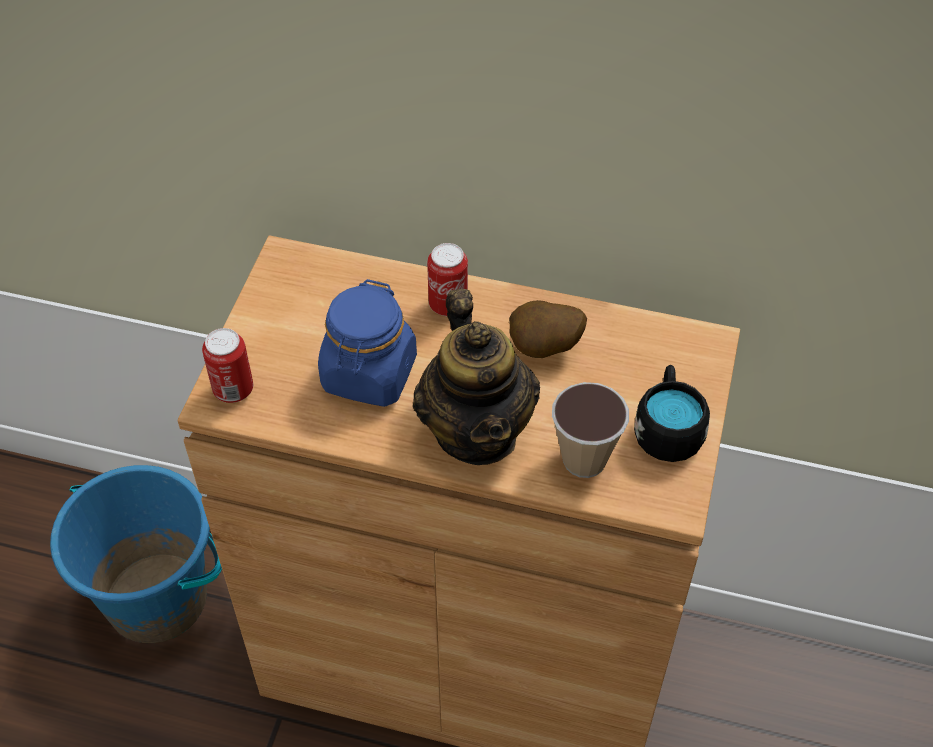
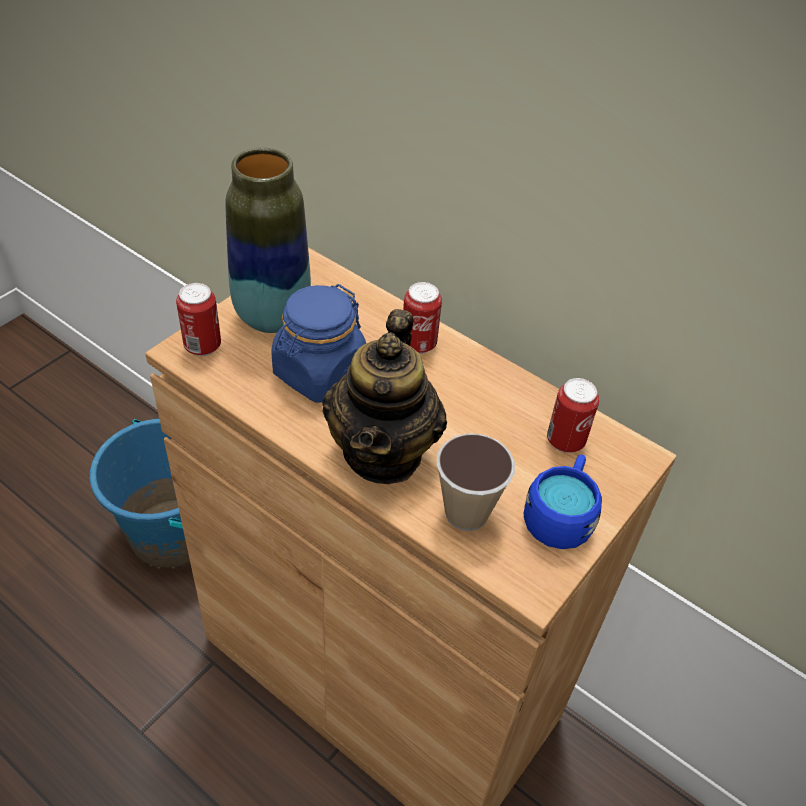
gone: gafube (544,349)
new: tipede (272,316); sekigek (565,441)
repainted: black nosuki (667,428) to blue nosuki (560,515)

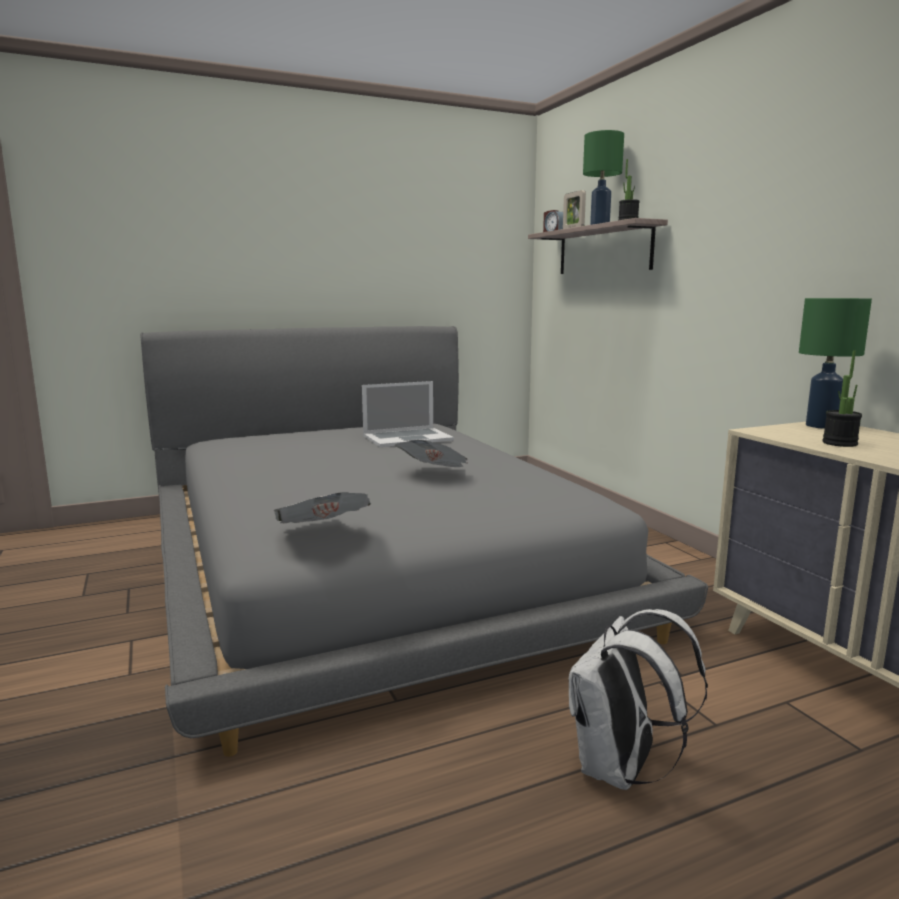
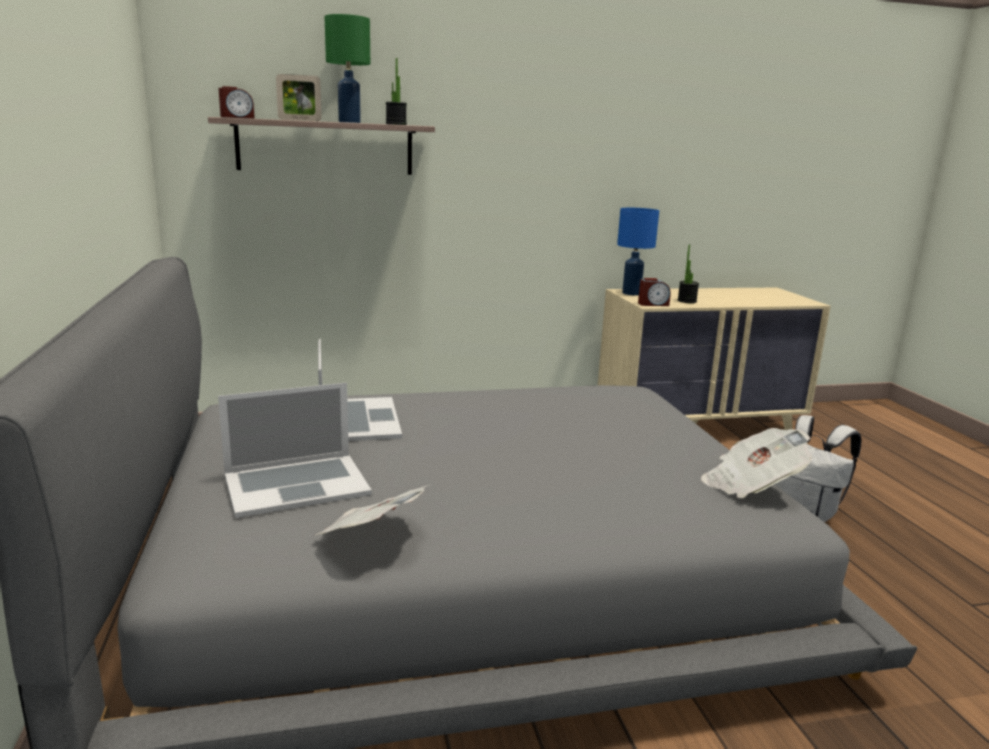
new: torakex (296,484); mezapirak (653,304)
shifted: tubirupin (434,474) to (372,537)
repainted: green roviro (820,426) to blue roviro (631,293)

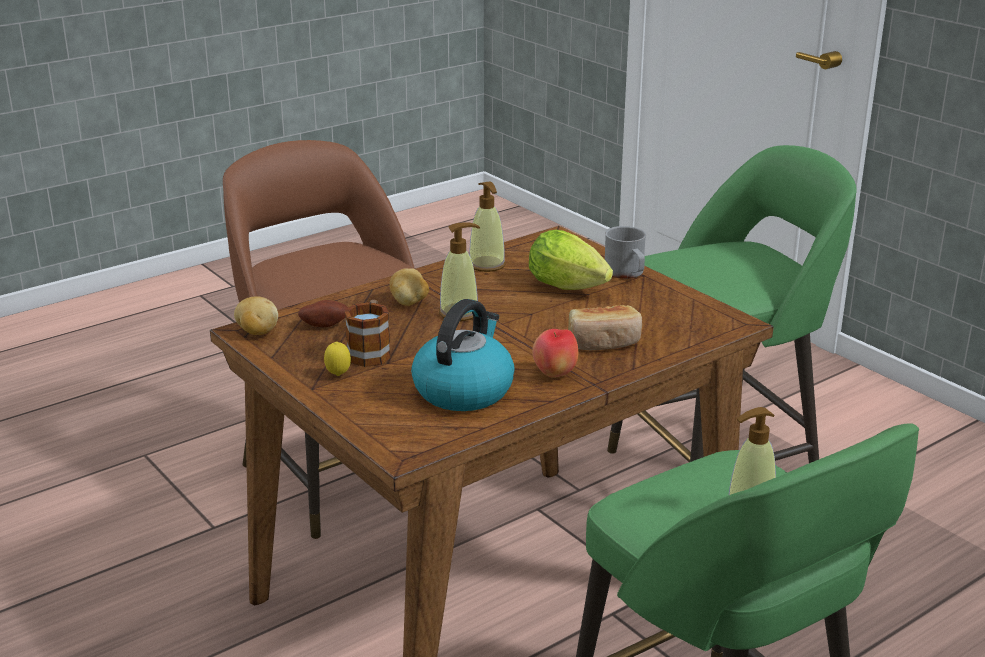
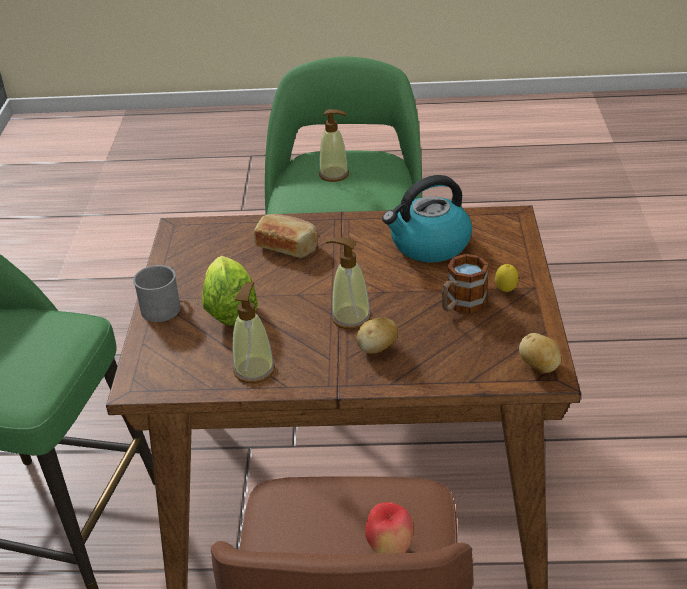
gone: gafube (325,325)
shifted: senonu (554,374) to (390,548)

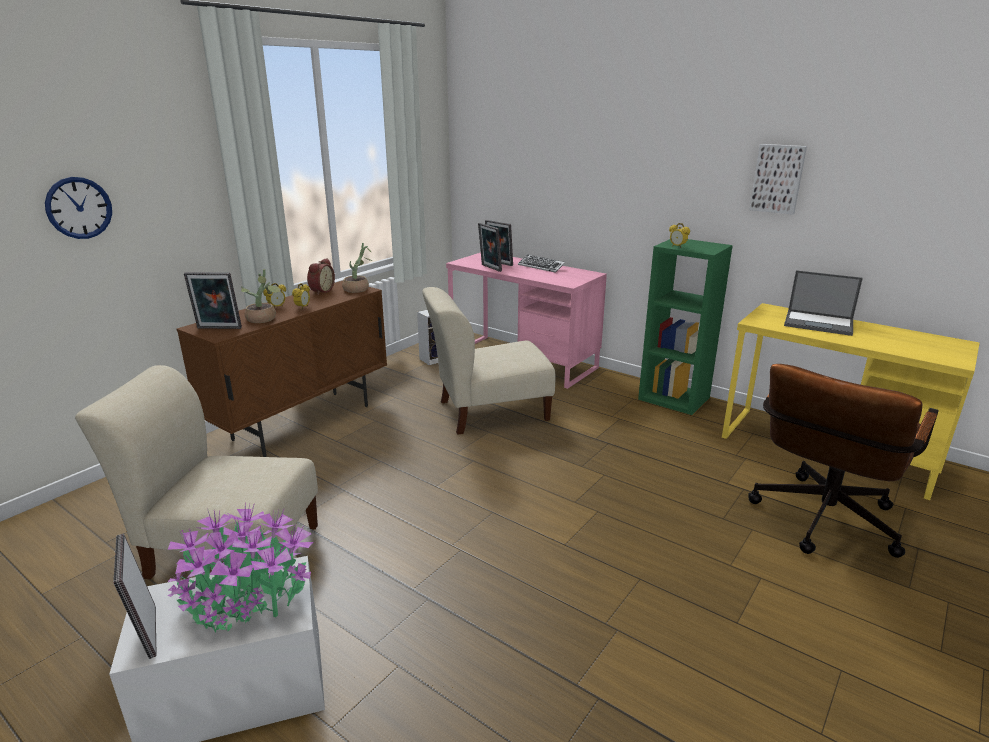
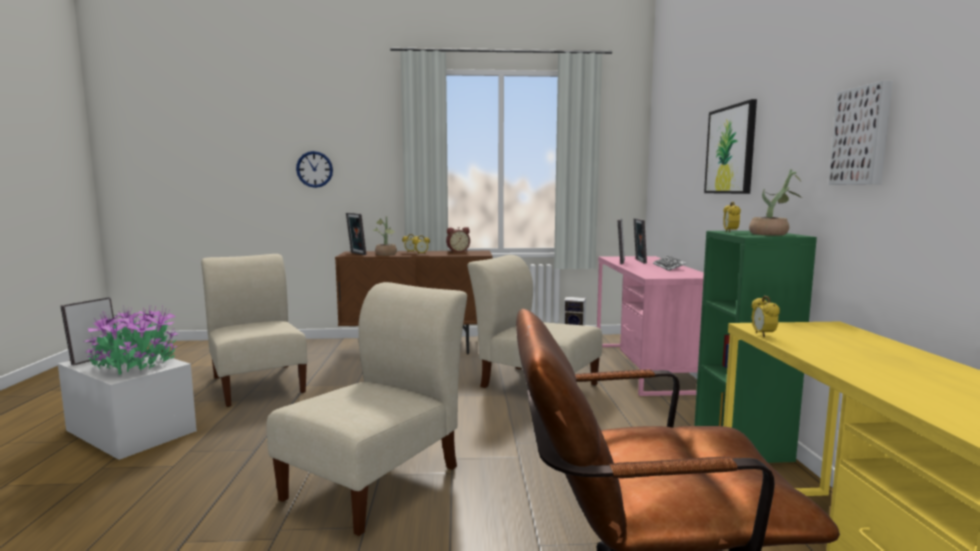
gone: torakex (819,323)
new: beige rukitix (378,479); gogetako (730,150); mezapirak (763,335)
shifted: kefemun (359,289) to (773,234)

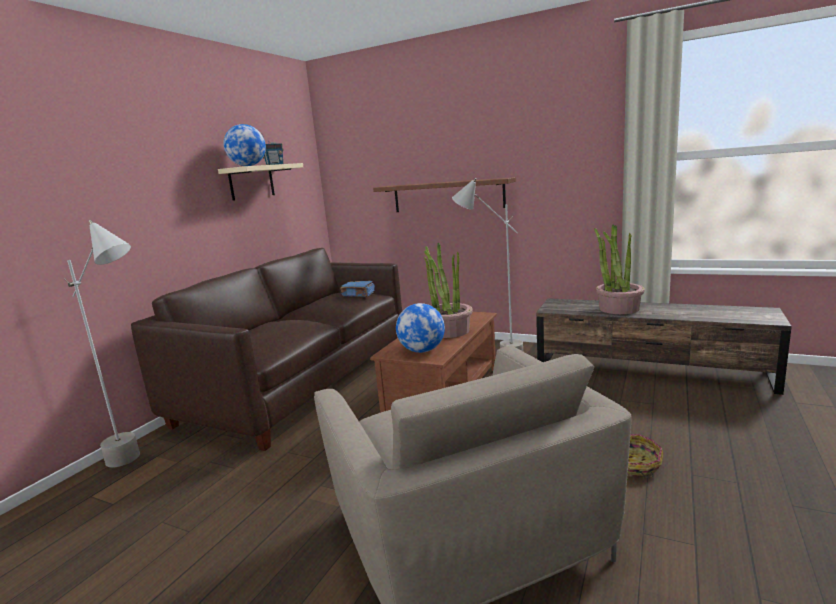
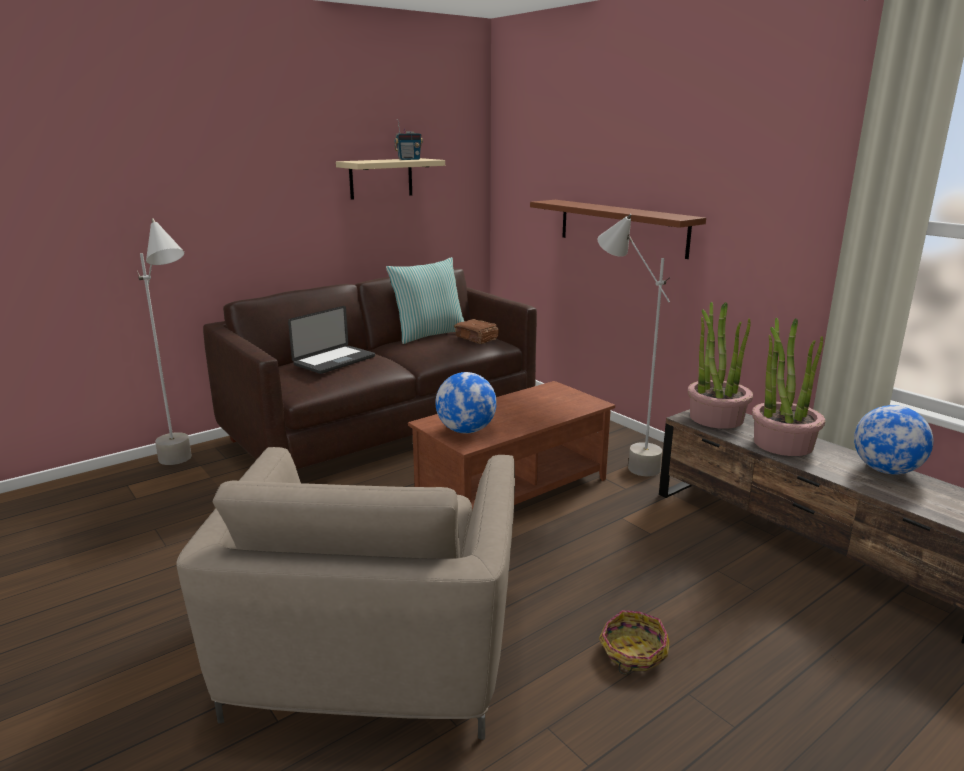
new: torakex (334,361); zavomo (429,334)
shifted: kefemun (449,331) to (716,418); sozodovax (248,166) to (885,470)
repainted: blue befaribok (358,295) to brown befaribok (476,338)

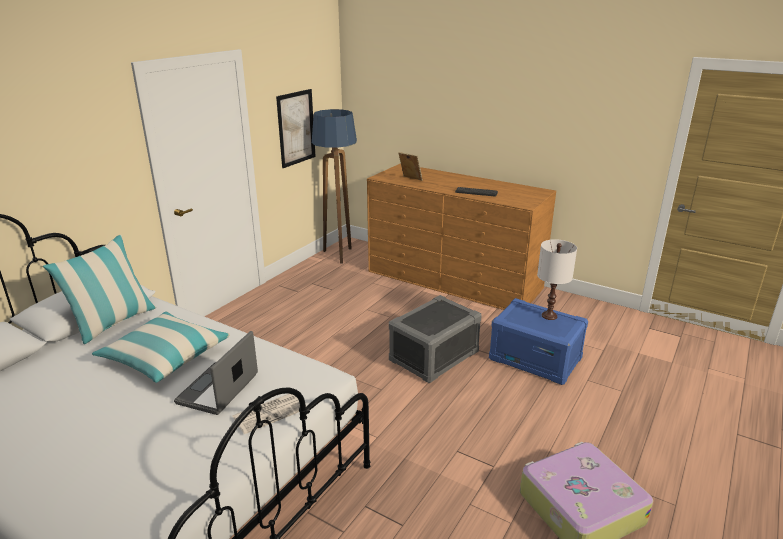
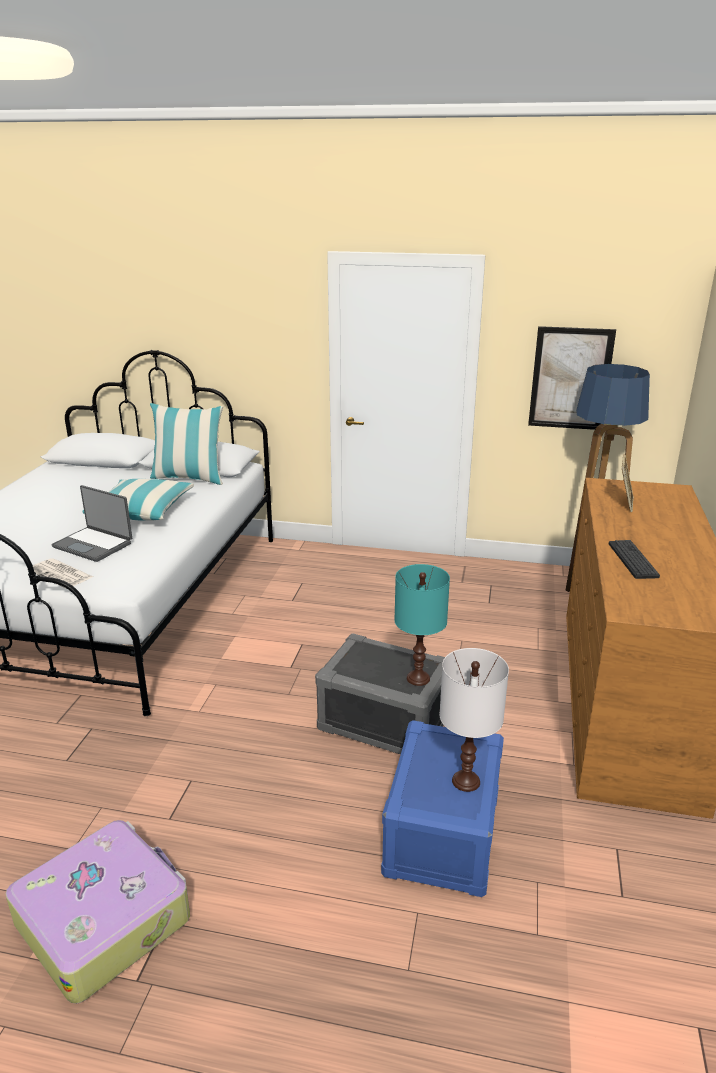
new: turquoise roviro (418,678)
rotated: torakex (219,390) = (94,545) 150 degrees counterclockwise

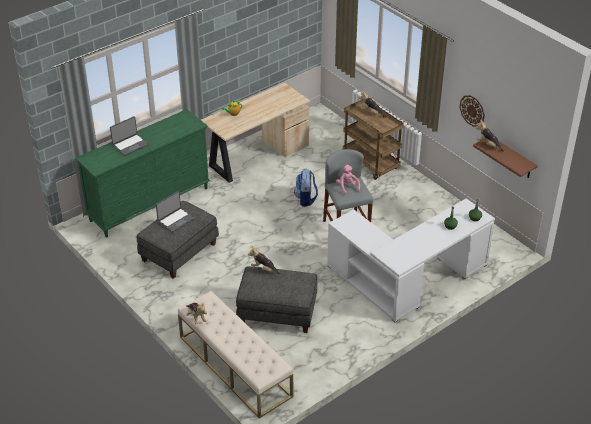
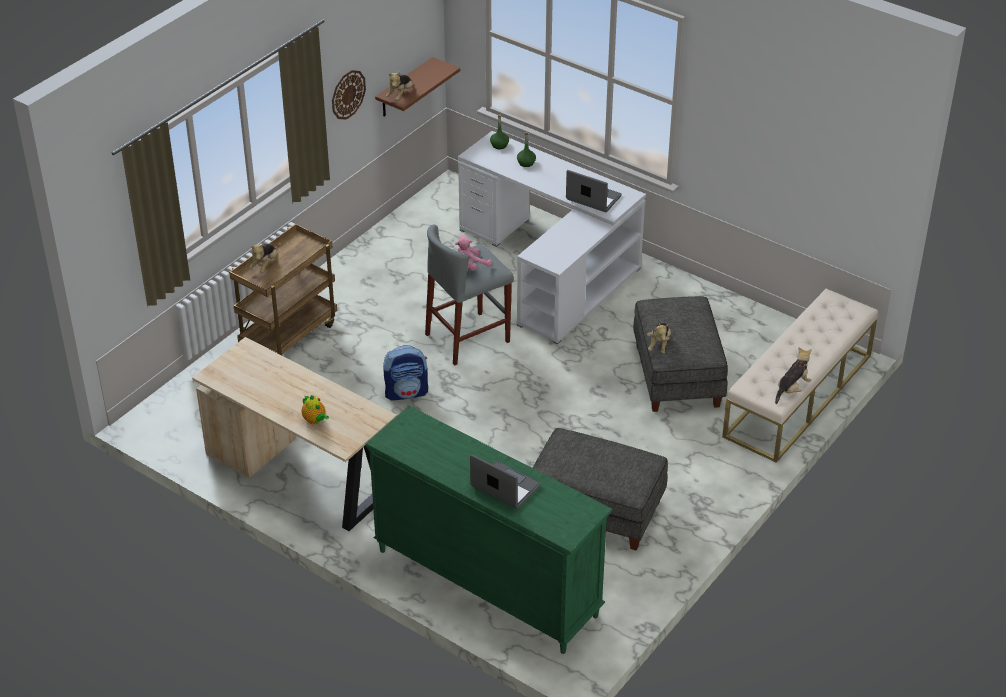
shifted: torakex (176,220) to (593,198)

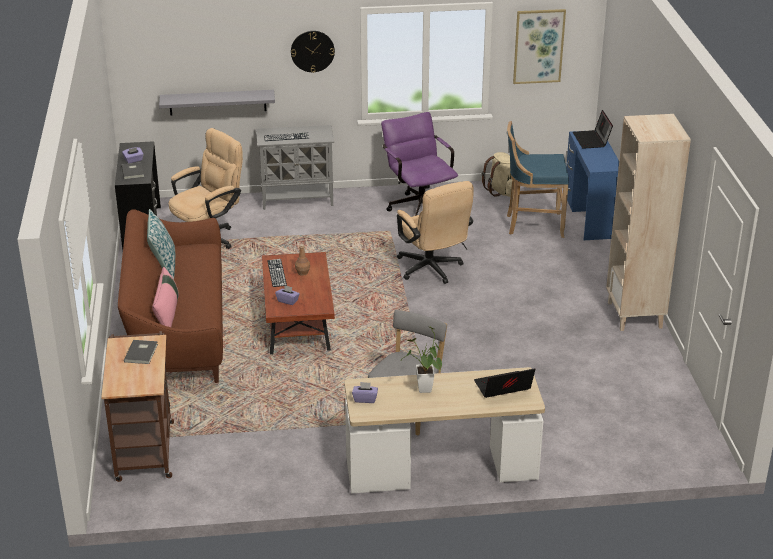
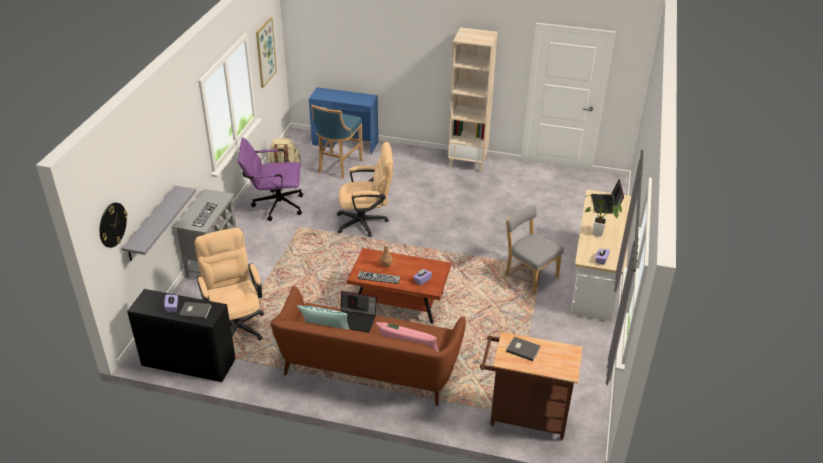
shifted: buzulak (312,51) to (112,224); torakex (592,140) to (356,320)

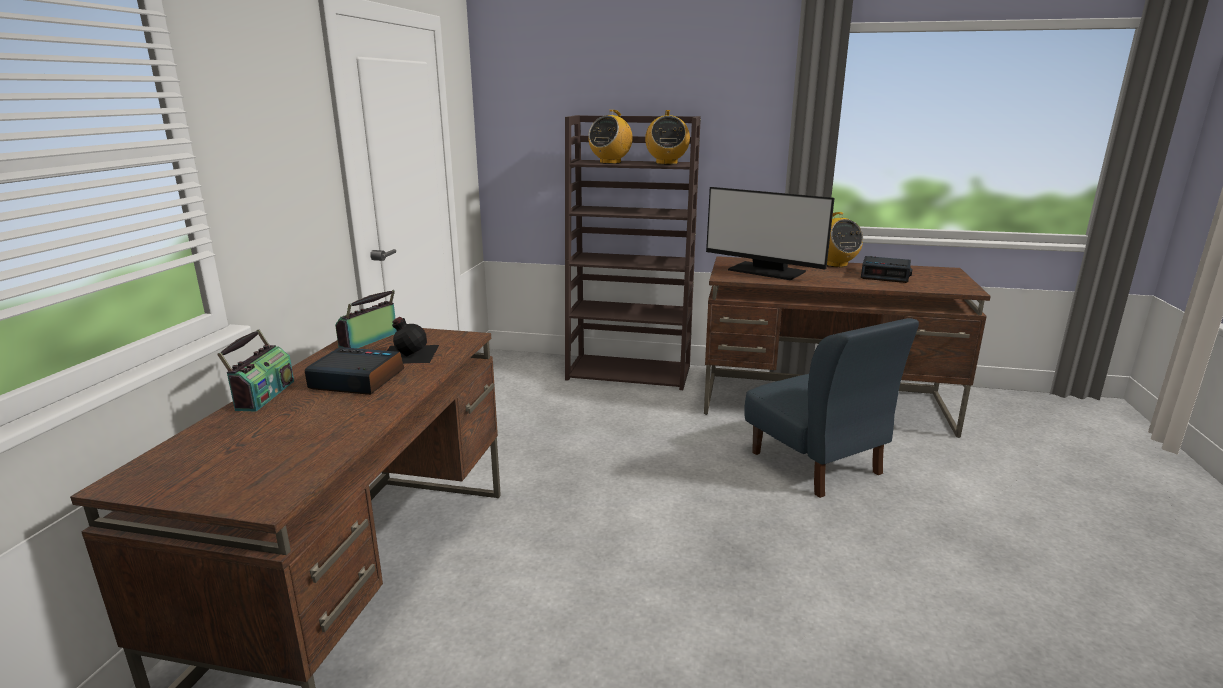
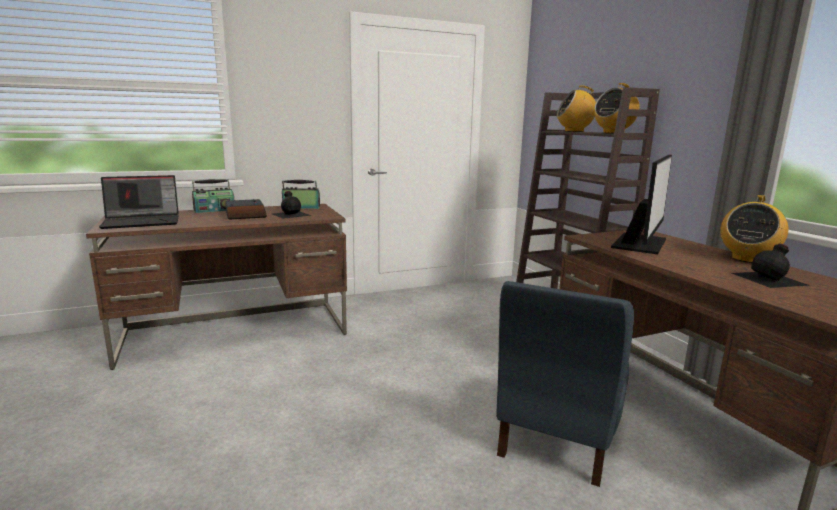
new: torakex (143,221)
swapped: mezapirak (885,275) to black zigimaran (770,279)
rotated: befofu (766,271) = (641,243) 150 degrees counterclockwise

